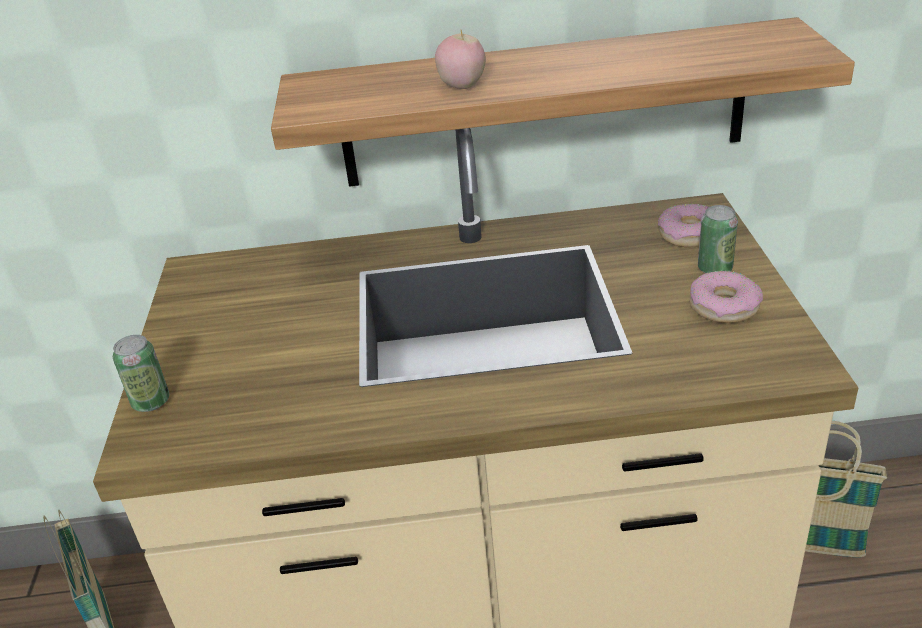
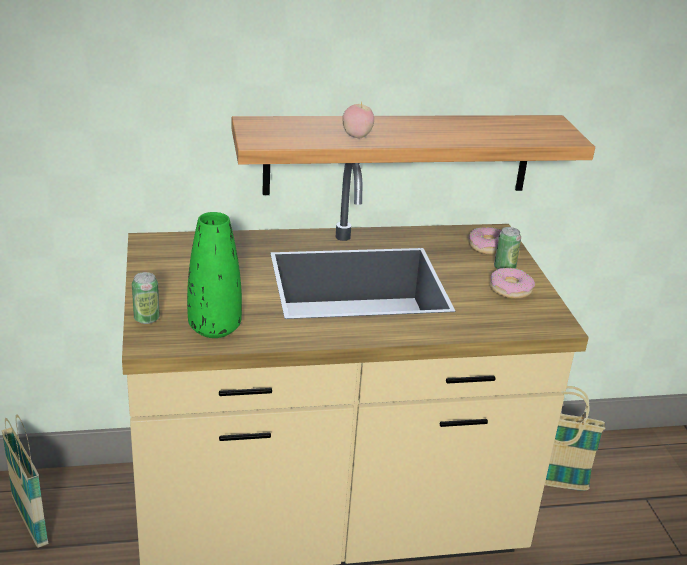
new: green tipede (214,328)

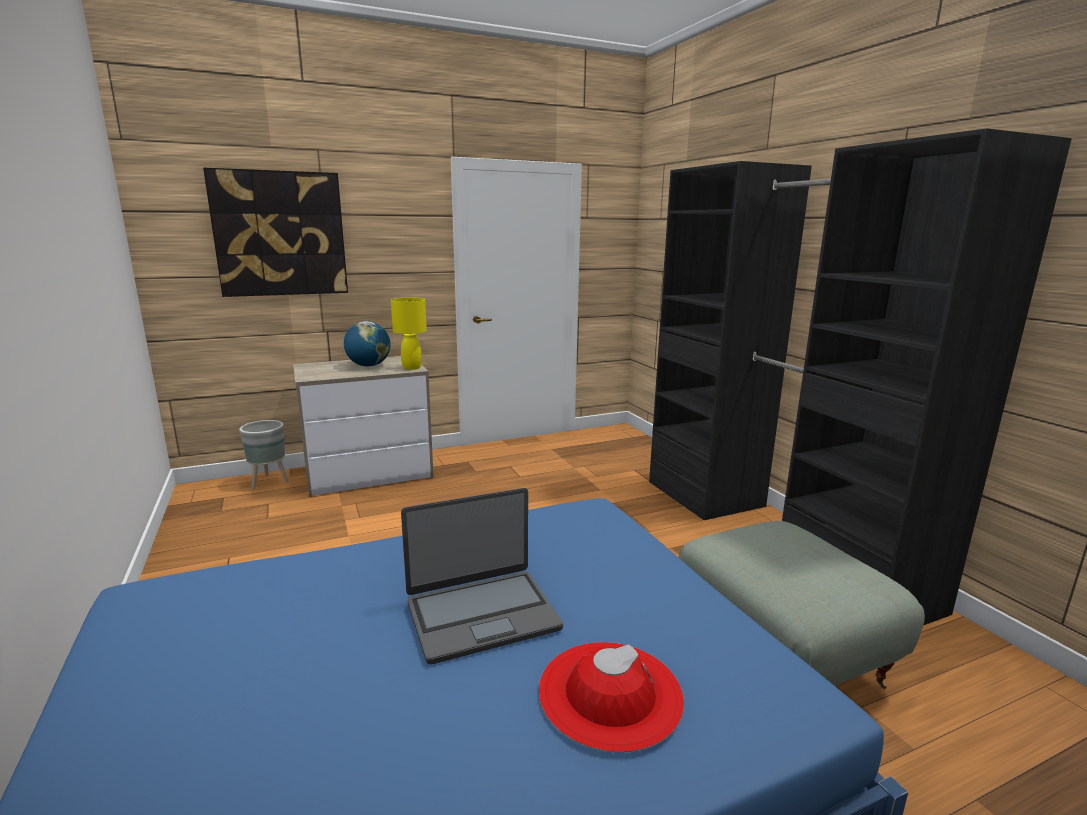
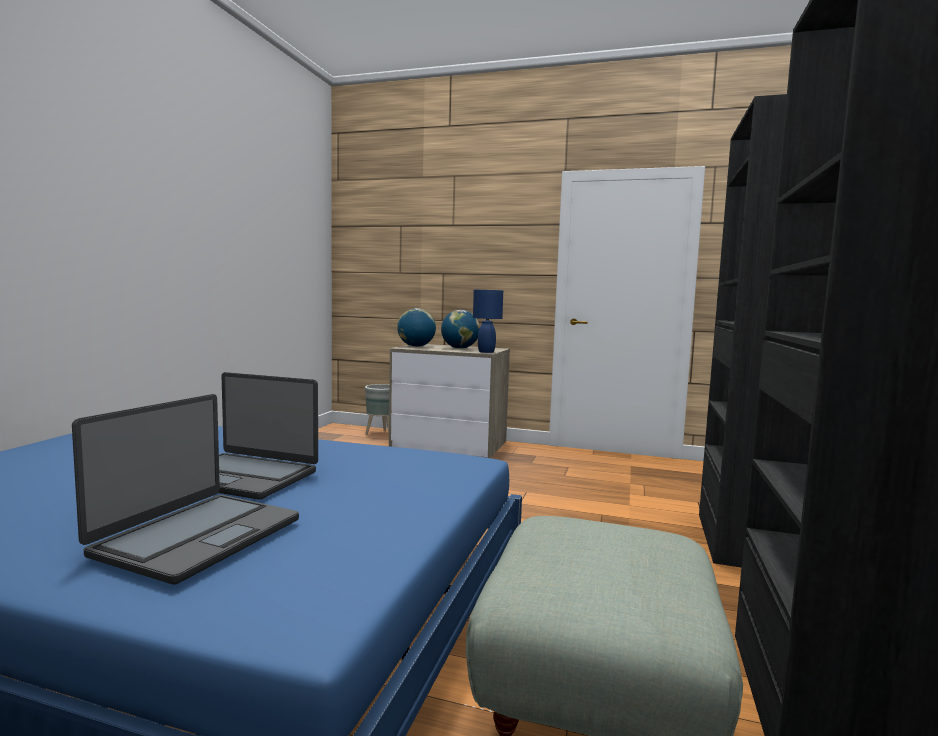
gone: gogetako (280,234)
new: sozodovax (416,346)
swapped: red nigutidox (610,693) to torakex (197,536)
repainted: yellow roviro (412,368) to blue roviro (486,352)

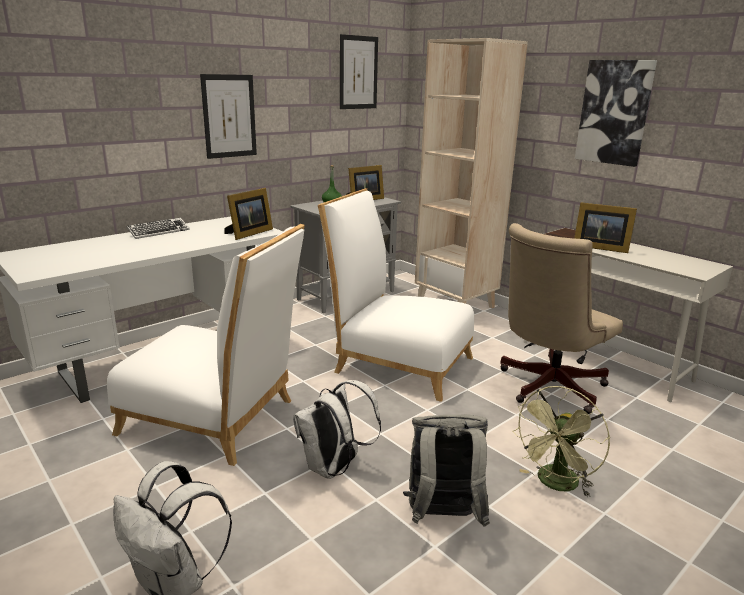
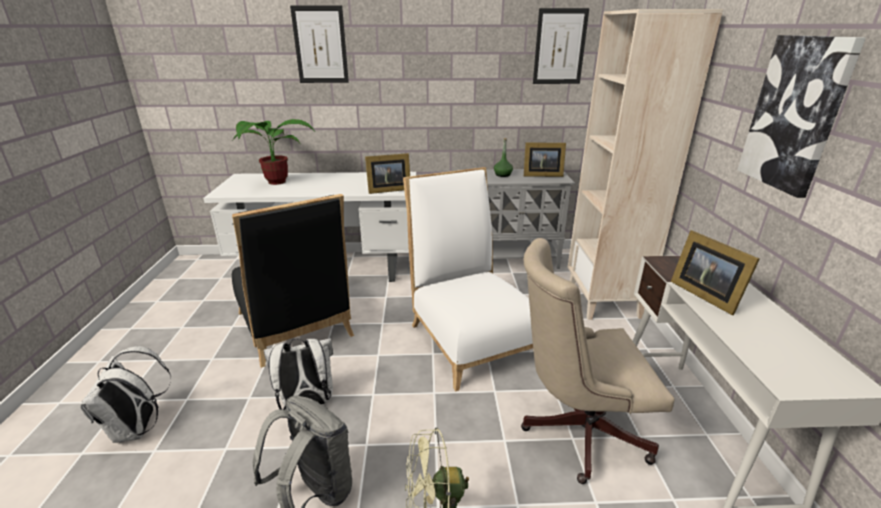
gone: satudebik (159,232)
new: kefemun (276,183)
shifted: gogetako (229,116) to (320,45)
repainted: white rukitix (216,419) to black rukitix (296,328)

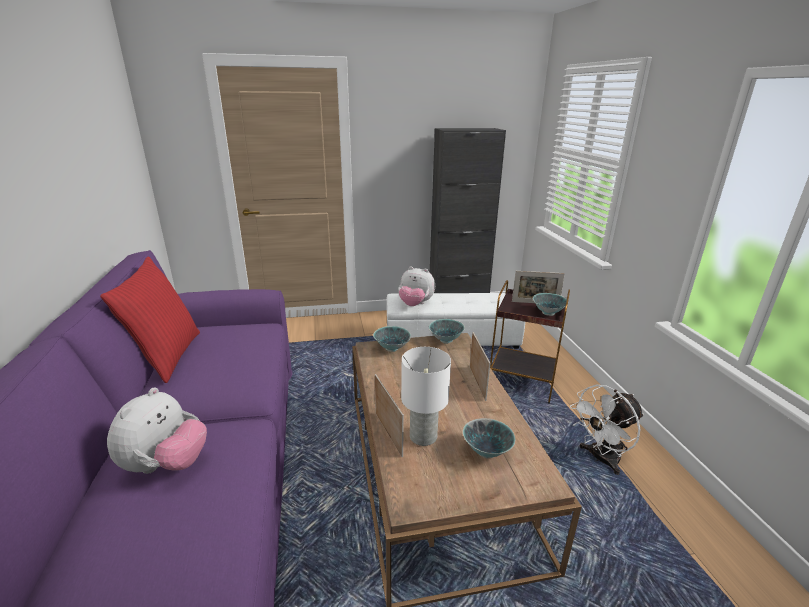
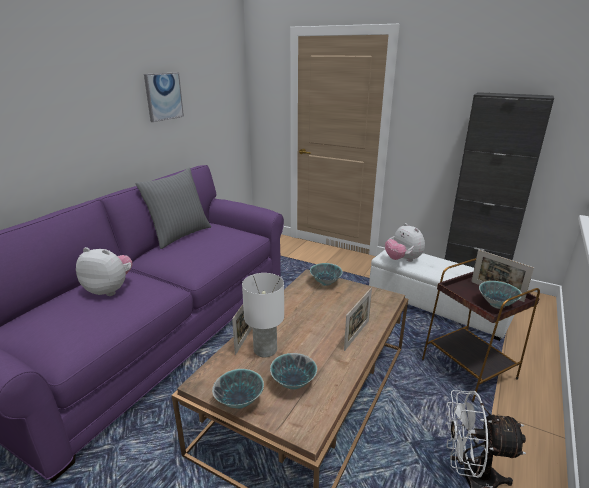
new: gogetako (163,96)
shifted: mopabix (446,340) to (240,402)
repainted: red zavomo (167,356) to grey zavomo (179,235)
rotated: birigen (166,465) = (110,289) 135 degrees counterclockwise

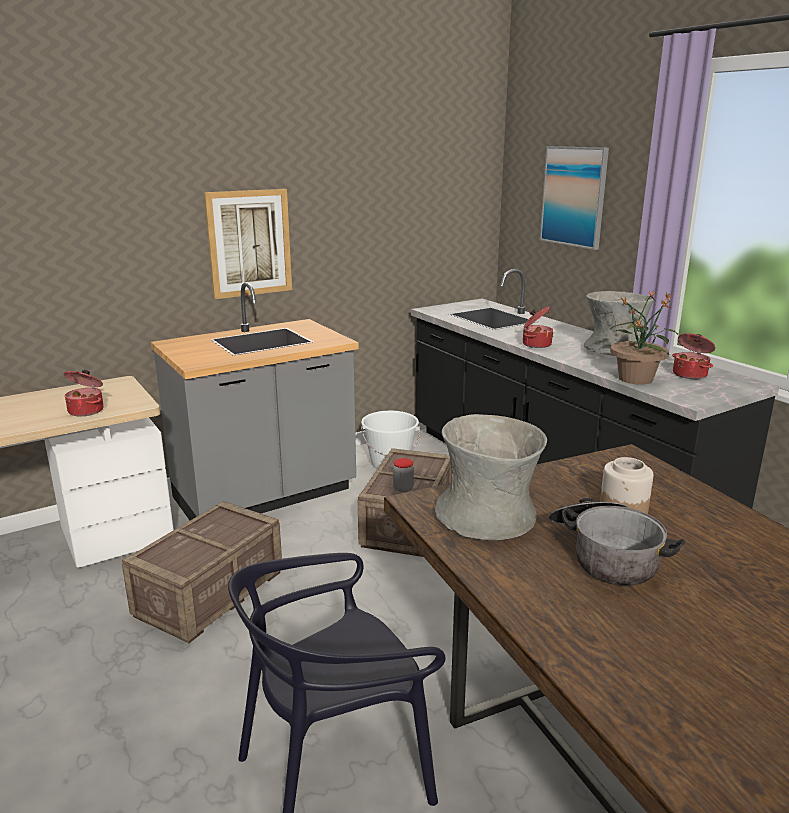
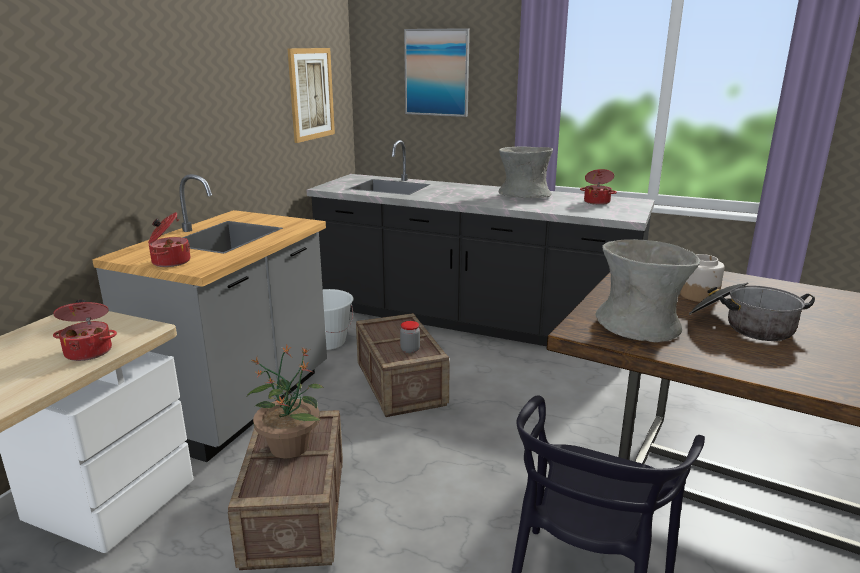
shifted: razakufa (536,344) to (170,262); kefemun (635,378) to (289,446); gogetako (249,243) to (311,94)

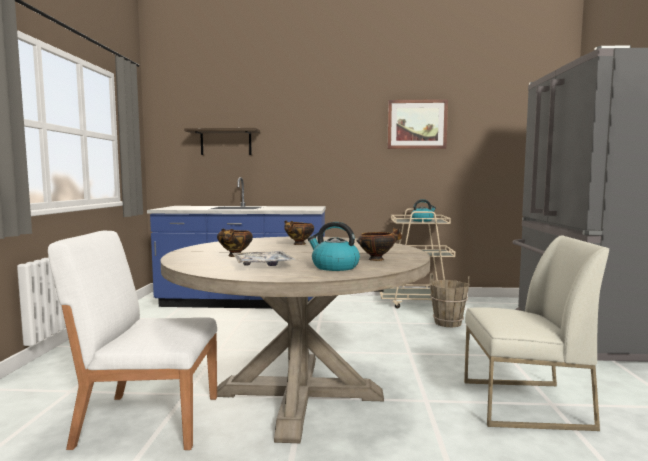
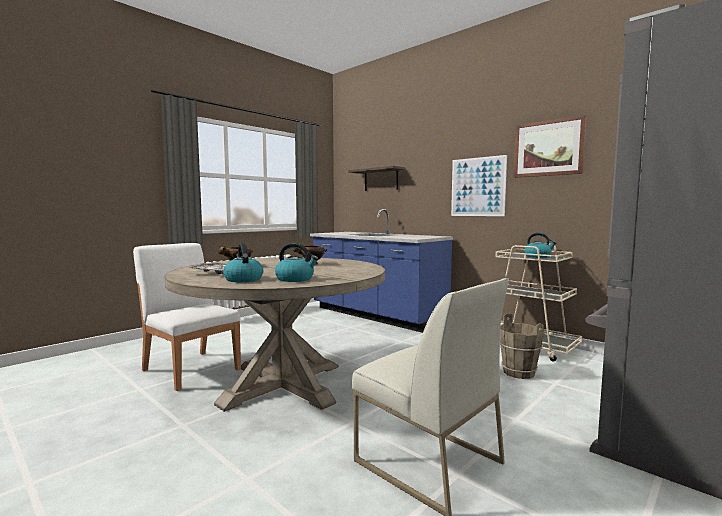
new: gogetako (477,187)
swapped: mopabix (377,259) to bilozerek (295,279)

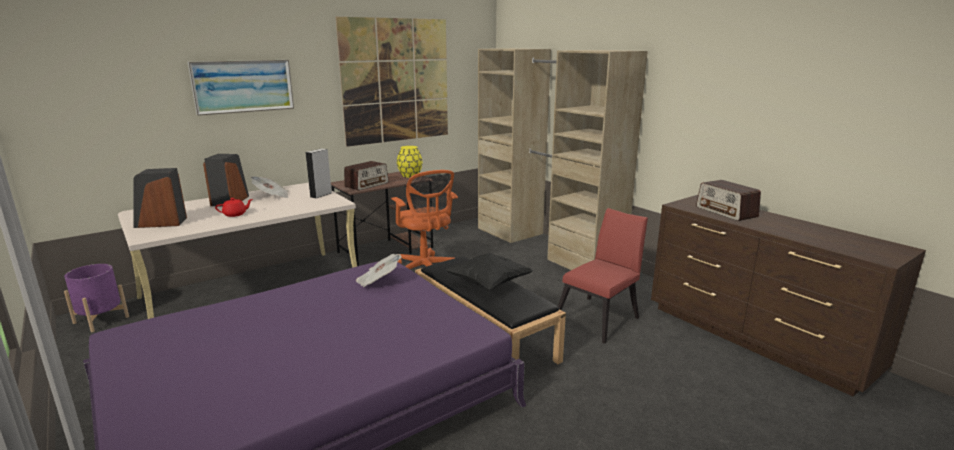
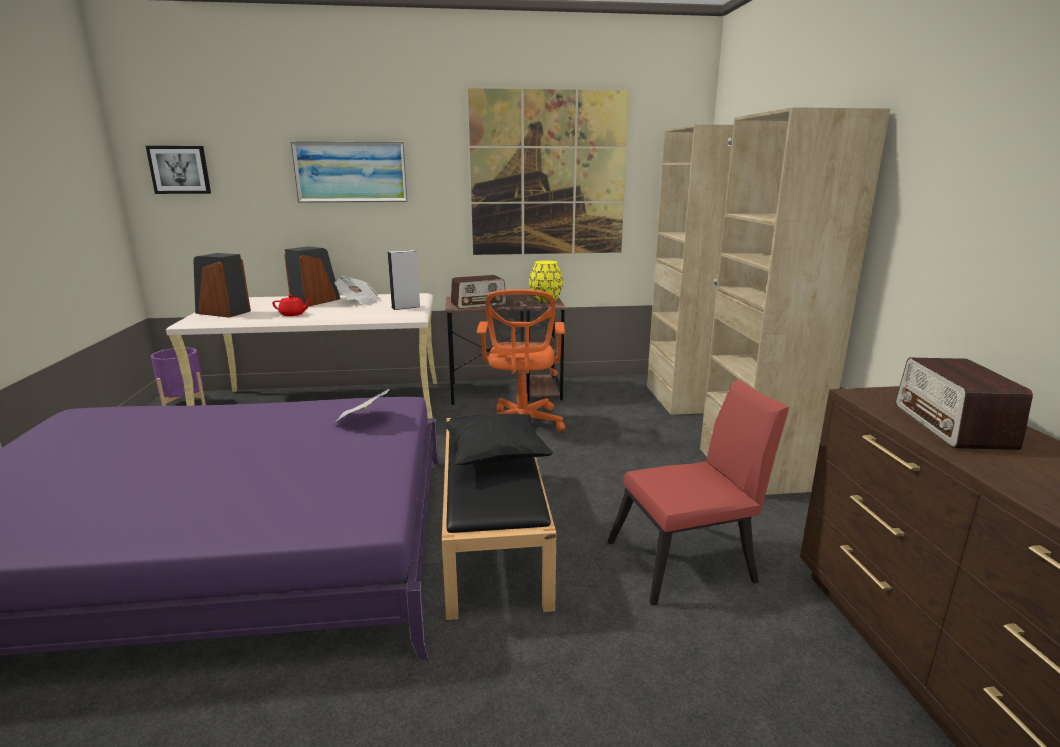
new: gogetako (179,170)

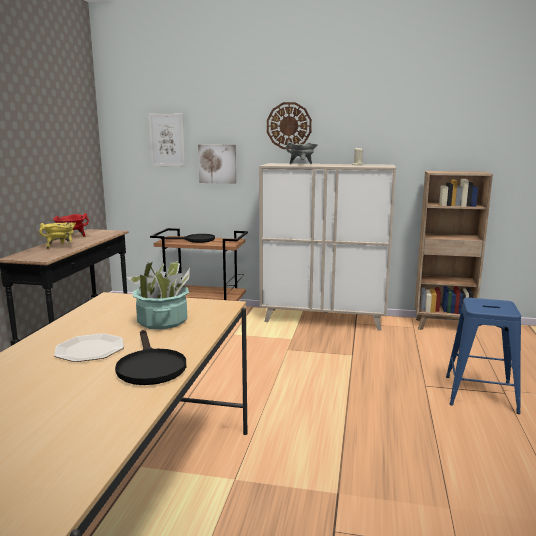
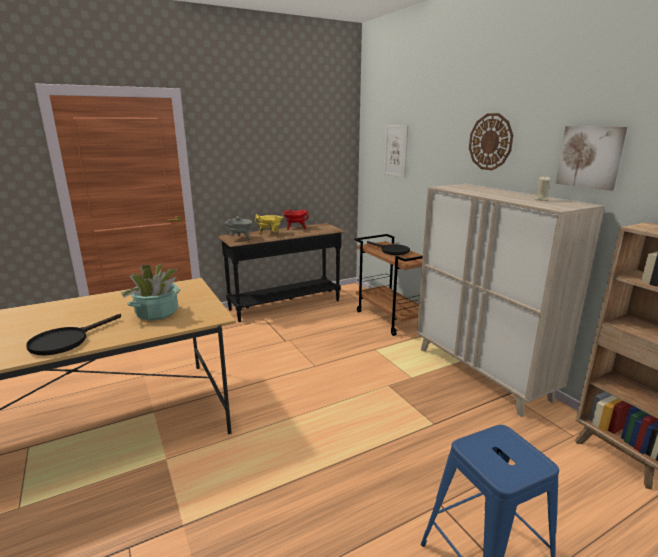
gone: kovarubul (91,349)
shifted: grey razakufa (301,164) to (240,239); gogetako (217,164) to (590,157)

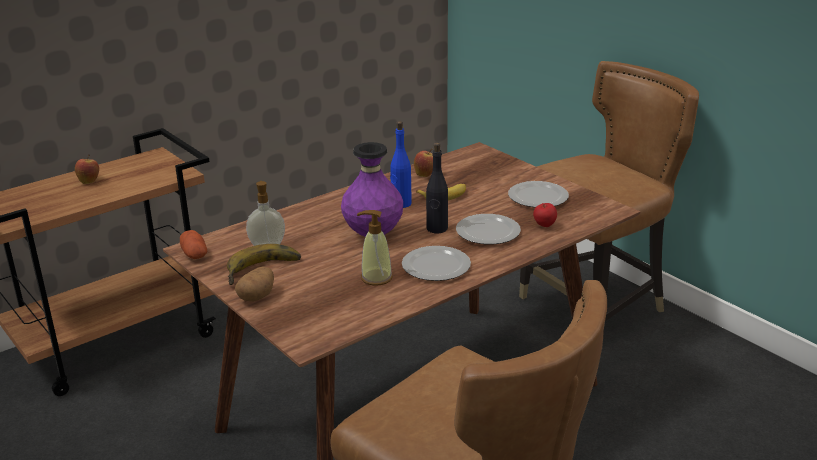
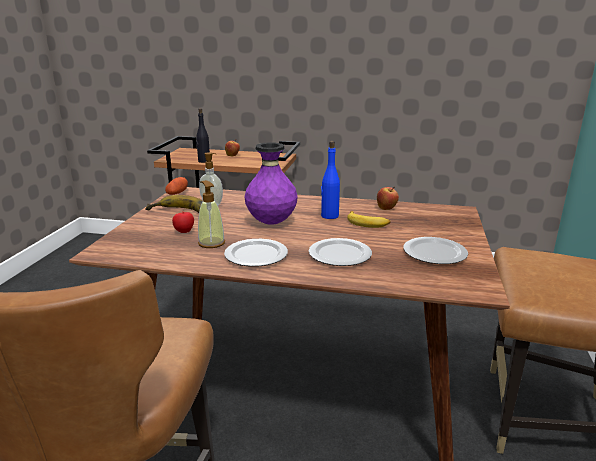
gone: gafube (257,296)
shifted: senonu (544,226) to (184,232); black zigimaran (437,229) to (204,161)

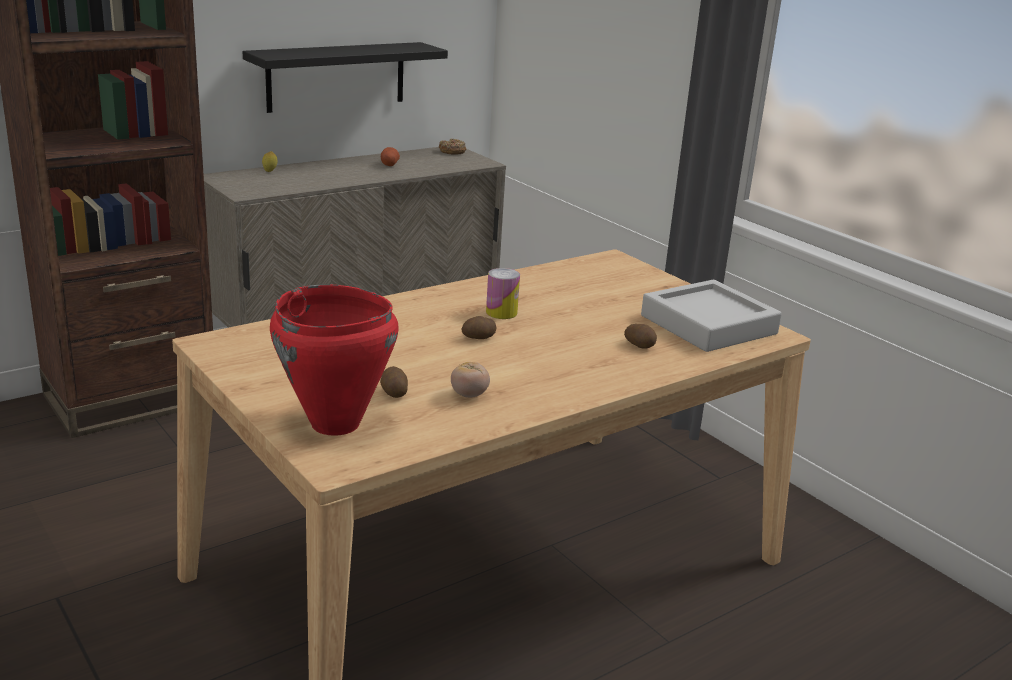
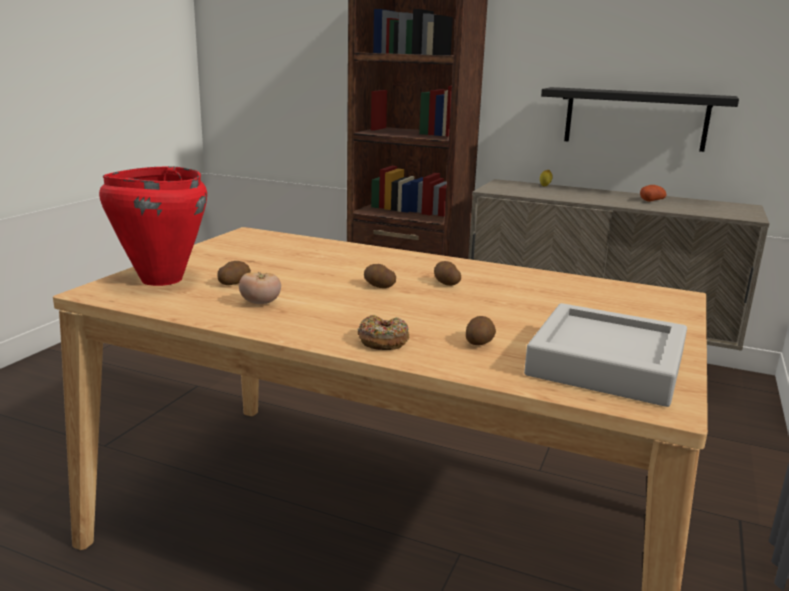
shifted: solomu (452,151) to (382,341)
swapped: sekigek (501,312) to gafube (446,283)

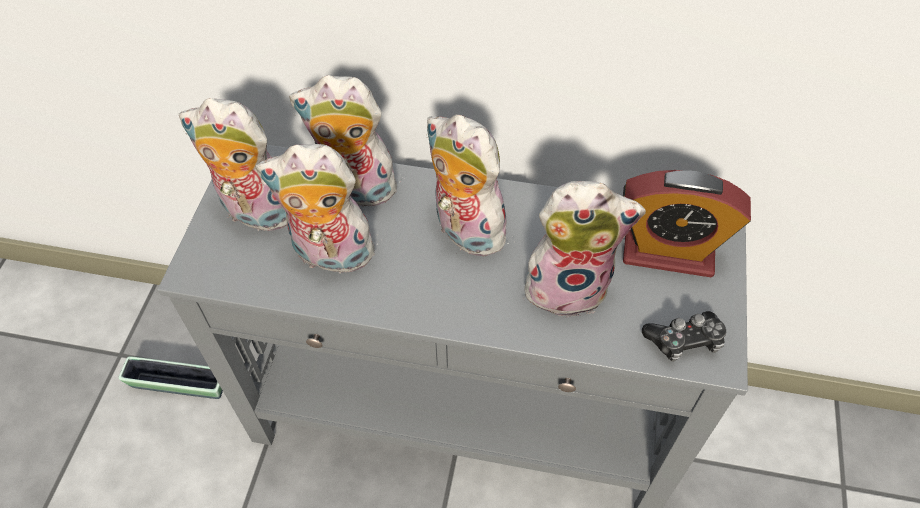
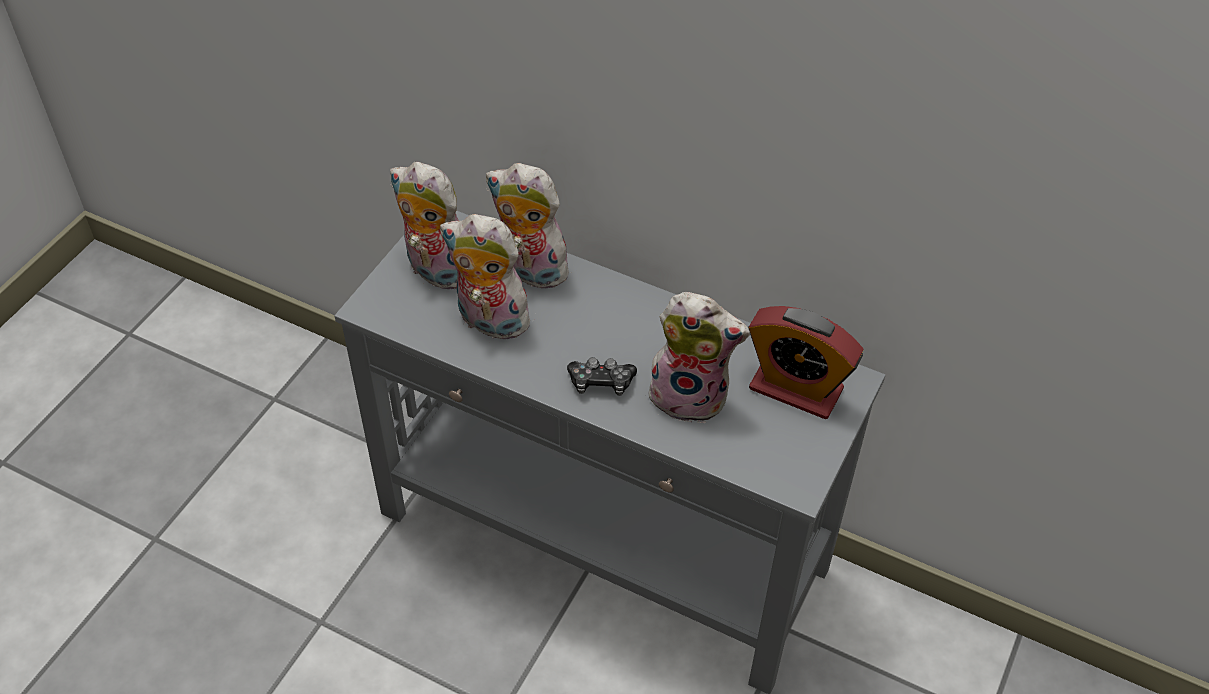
gone: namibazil (179,385); birigen (464,231)
shifted: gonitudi (684,341) to (601,383)

